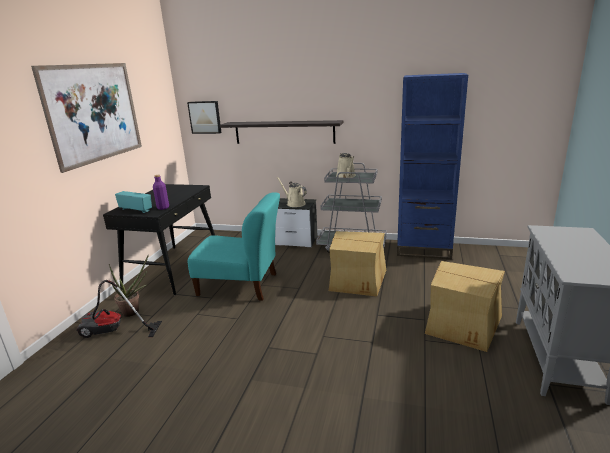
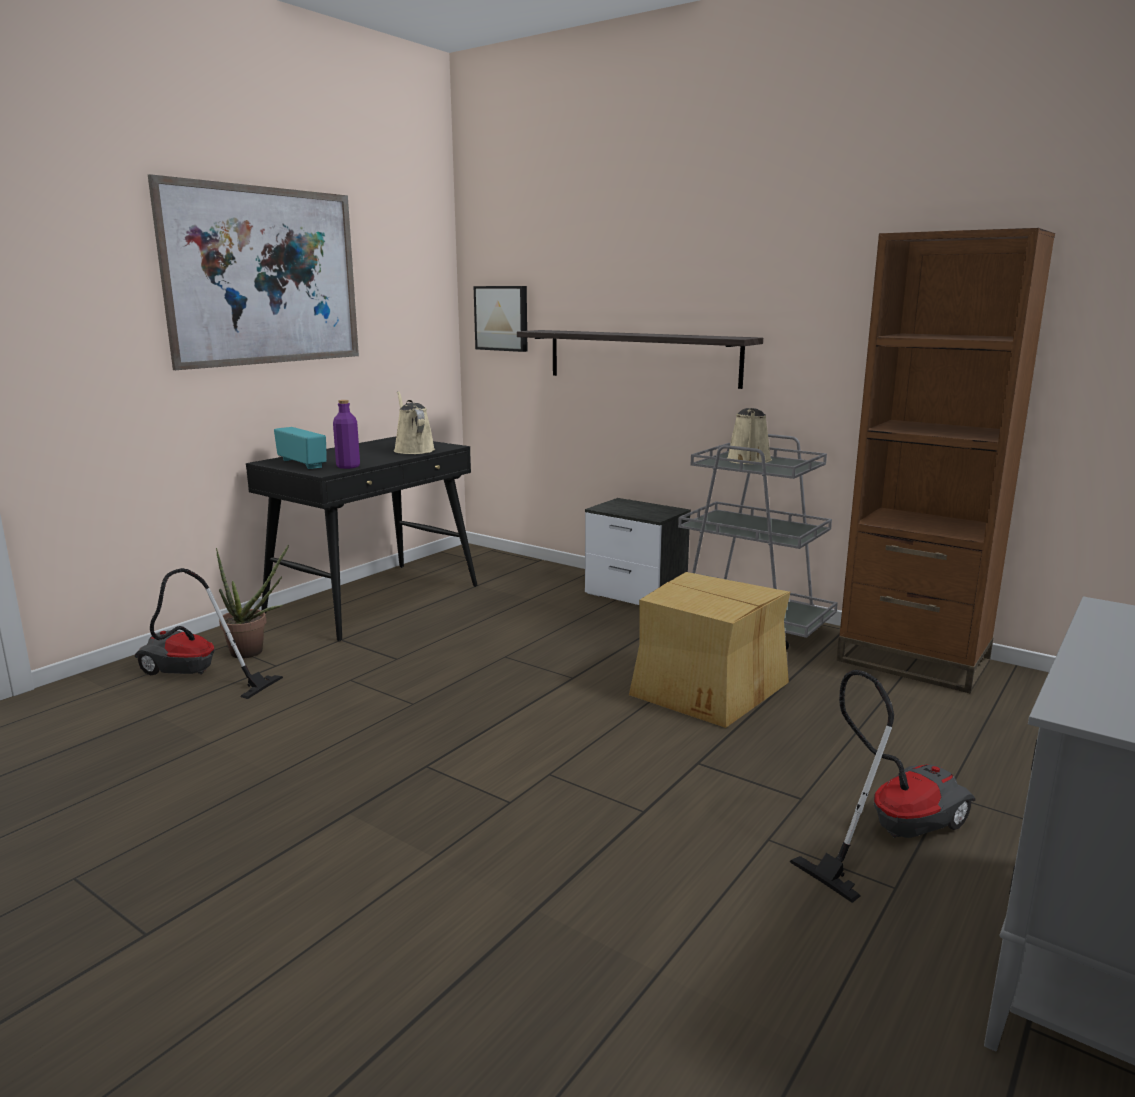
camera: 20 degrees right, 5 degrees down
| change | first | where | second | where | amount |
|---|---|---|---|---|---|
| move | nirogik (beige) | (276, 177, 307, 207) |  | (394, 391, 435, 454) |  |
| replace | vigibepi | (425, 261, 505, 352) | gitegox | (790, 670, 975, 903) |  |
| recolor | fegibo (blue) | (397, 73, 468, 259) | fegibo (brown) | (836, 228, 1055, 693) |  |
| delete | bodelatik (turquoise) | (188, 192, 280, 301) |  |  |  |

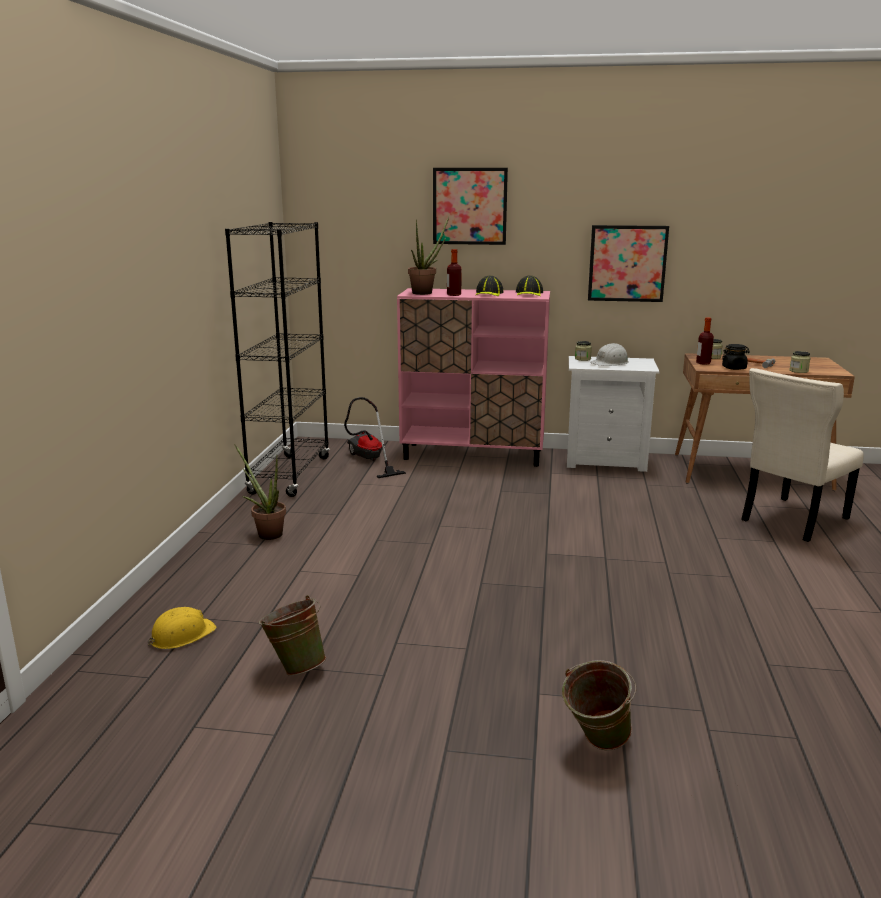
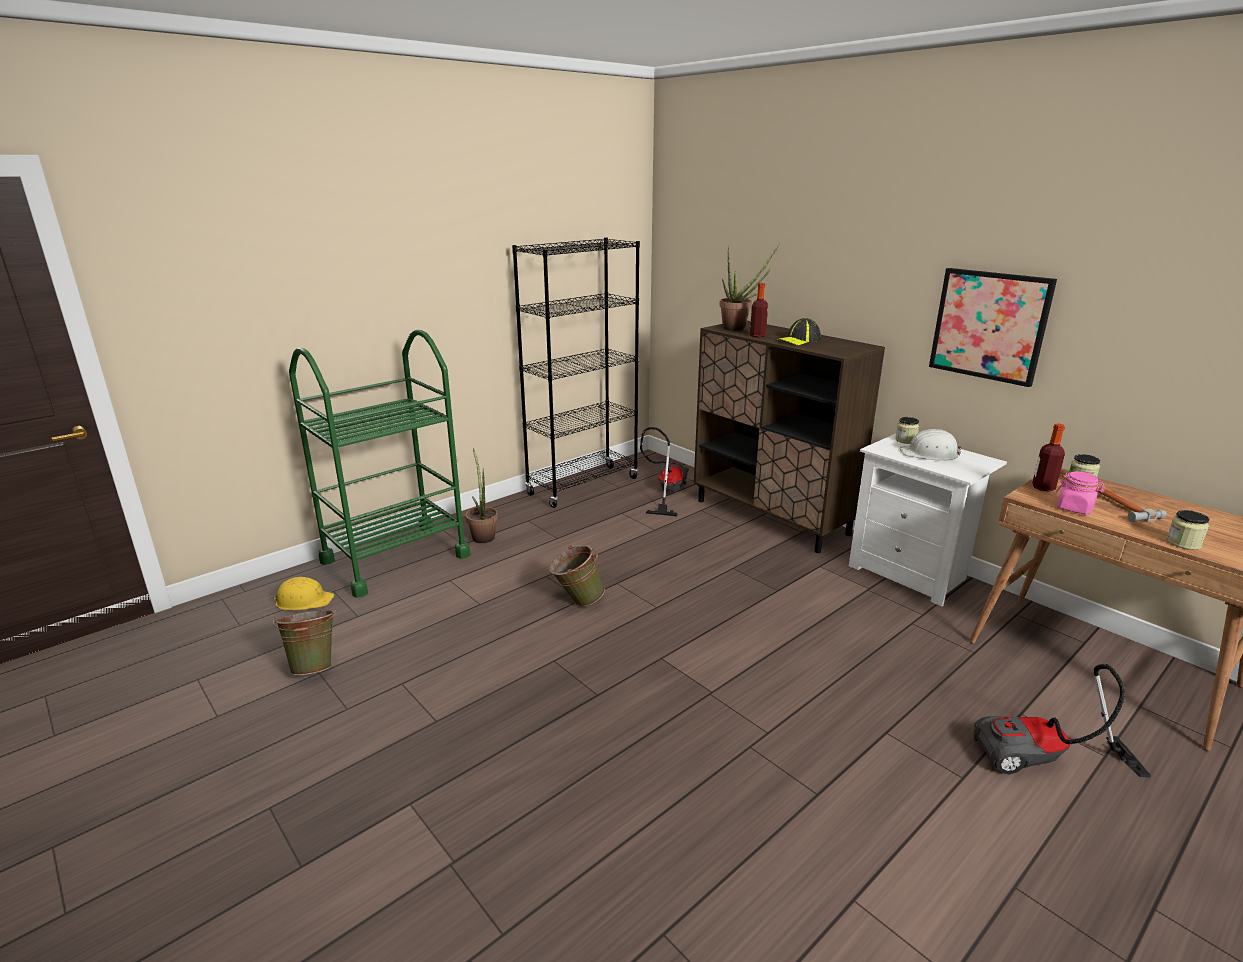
camera: 40 degrees right, 5 degrees up
| change | first | where | second | where | amount |
|---|---|---|---|---|---|
| insert |  |  | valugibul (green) | (289, 330, 471, 598) |  |
| move | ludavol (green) | (562, 660, 636, 751) |  | (549, 545, 605, 607) |  |
| recolor | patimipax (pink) | (397, 288, 550, 467) | patimipax (brown) | (694, 321, 885, 553) |  |
| replace | bodelatik (beige) | (741, 368, 864, 542) | gitegox | (974, 664, 1151, 778) |  |
| recolor | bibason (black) | (722, 344, 750, 370) | bibason (pink) | (1056, 471, 1105, 514) |  |
| delete | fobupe | (433, 168, 508, 245) |  |  |  |
| delete | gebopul | (516, 275, 543, 296) |  |  |  |

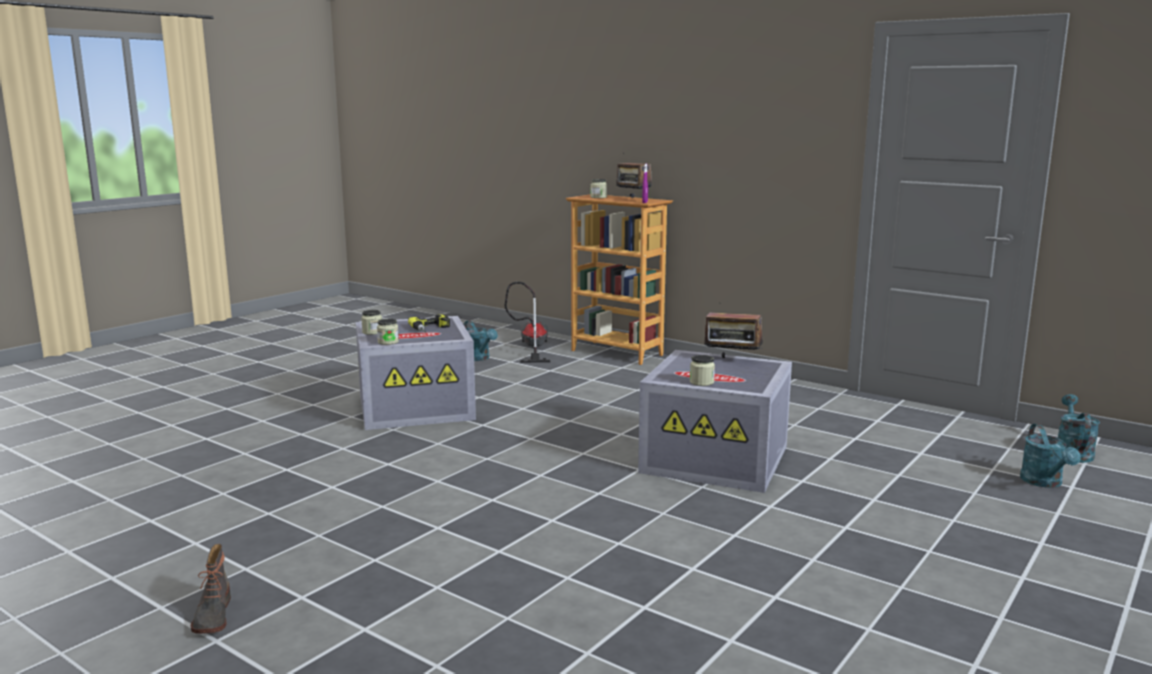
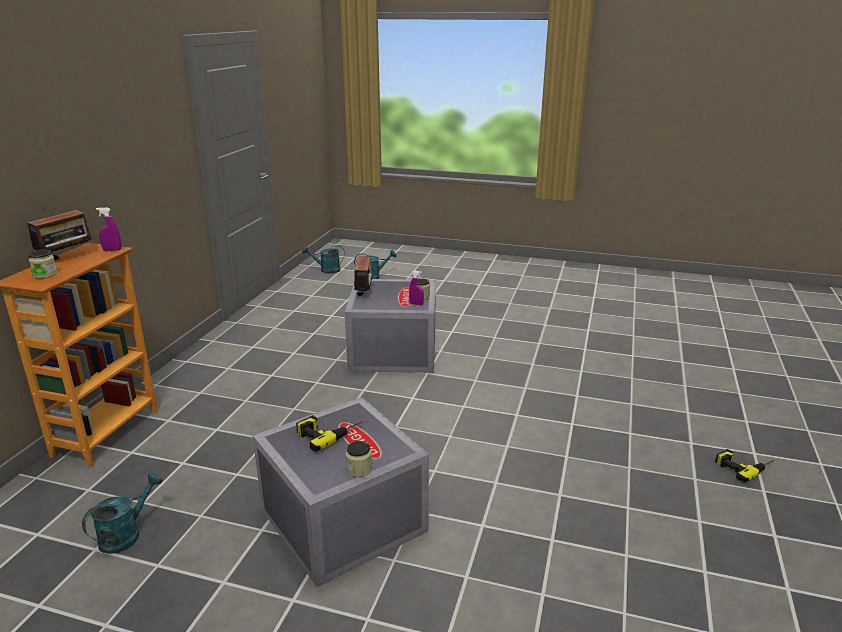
camera: 110 degrees left, 10 degrees up
| change | first | where | second | where | amount |
|---|---|---|---|---|---|
| insert |  |  | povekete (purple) | (409, 270, 424, 305) |  |
| replace | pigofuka | (191, 544, 231, 634) | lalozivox | (715, 449, 774, 483) |  |
| delete | bibason | (377, 319, 399, 345) |  |  |  |
| delete | gitegox | (504, 282, 551, 363) |  |  |  |

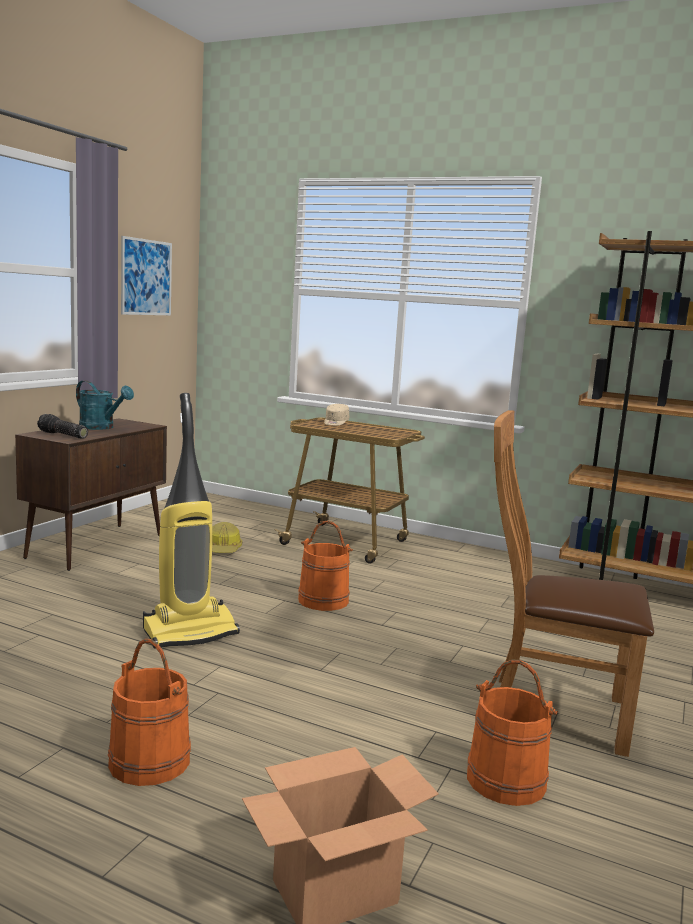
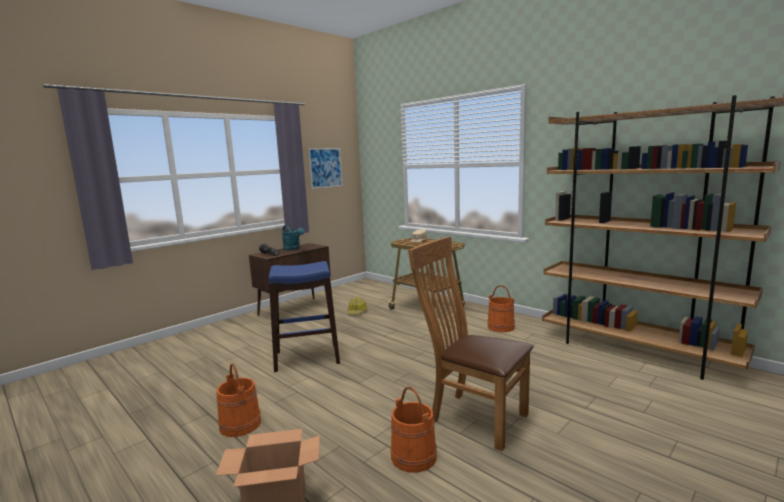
camera: 20 degrees right, 0 degrees up
| change | first | where | second | where | amount |
|---|---|---|---|---|---|
| replace | gitegox | (143, 393, 240, 649) | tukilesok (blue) | (269, 261, 340, 372) |  |
| move | ludavol (orange) | (298, 520, 353, 611) |  | (487, 285, 515, 332) |  |

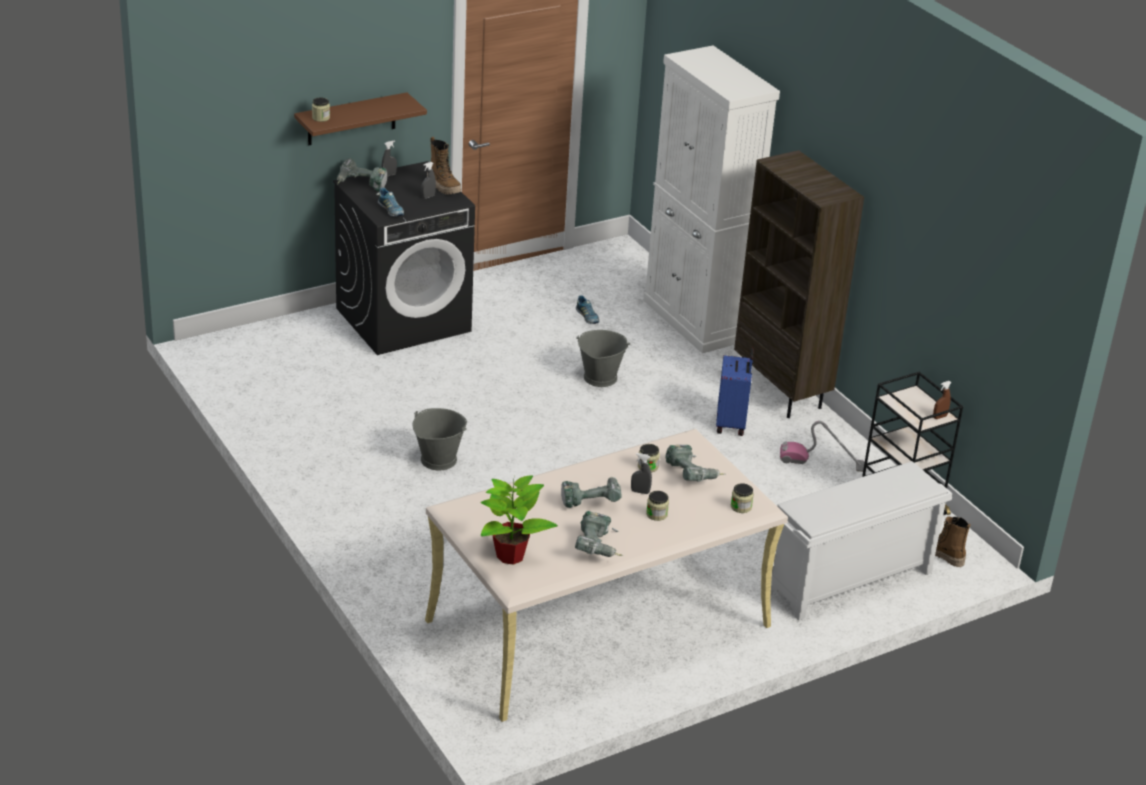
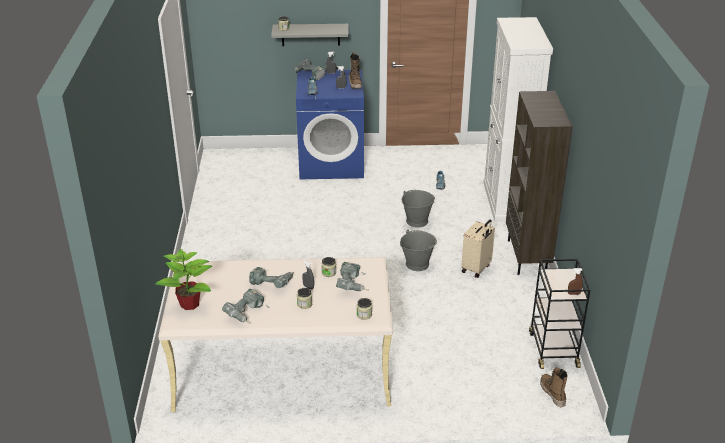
camera: 30 degrees right, 0 degrees up
| change | first | where | second | where | amount |
|---|---|---|---|---|---|
| recolor | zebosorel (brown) | (294, 92, 427, 145) | zebosorel (grey) | (271, 24, 349, 46) |  |
| recolor | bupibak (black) | (333, 161, 475, 355) | bupibak (blue) | (296, 70, 364, 179) |  |
| move | ludavol (grey) | (413, 408, 467, 470) |  | (400, 230, 437, 271) |  |
| recolor | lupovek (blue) | (716, 348, 754, 436) | lupovek (beige) | (461, 219, 495, 278) |  |
| delete | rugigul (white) | (771, 461, 952, 620) |  |  |  |
| delete | gitegox | (780, 421, 864, 472) |  |  |  |

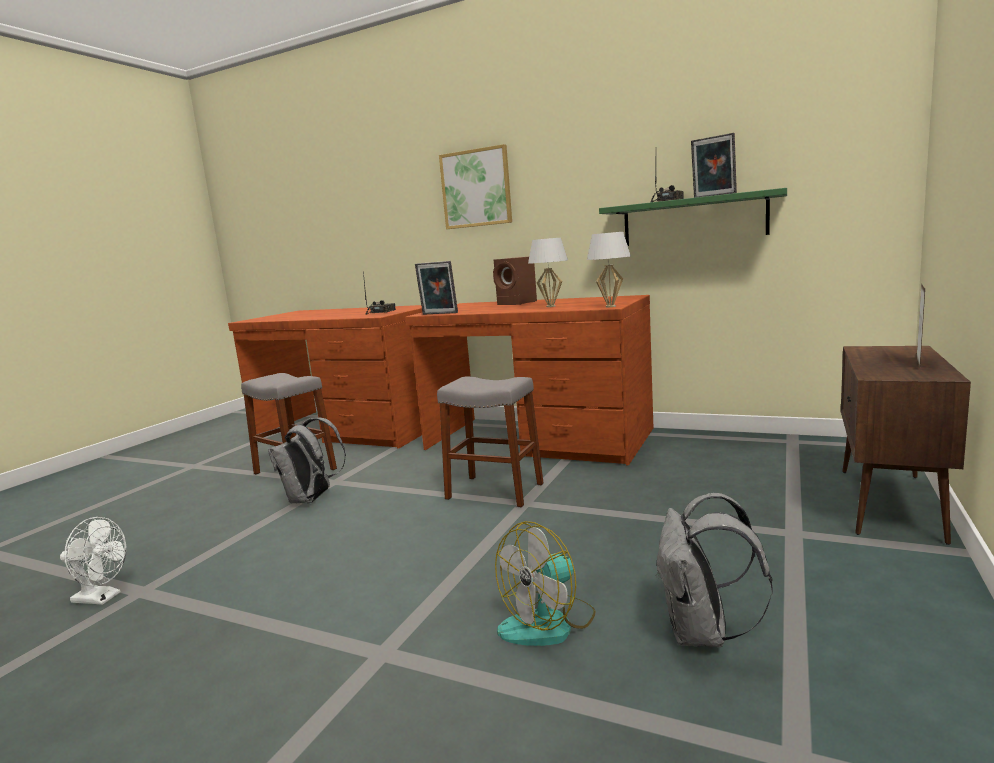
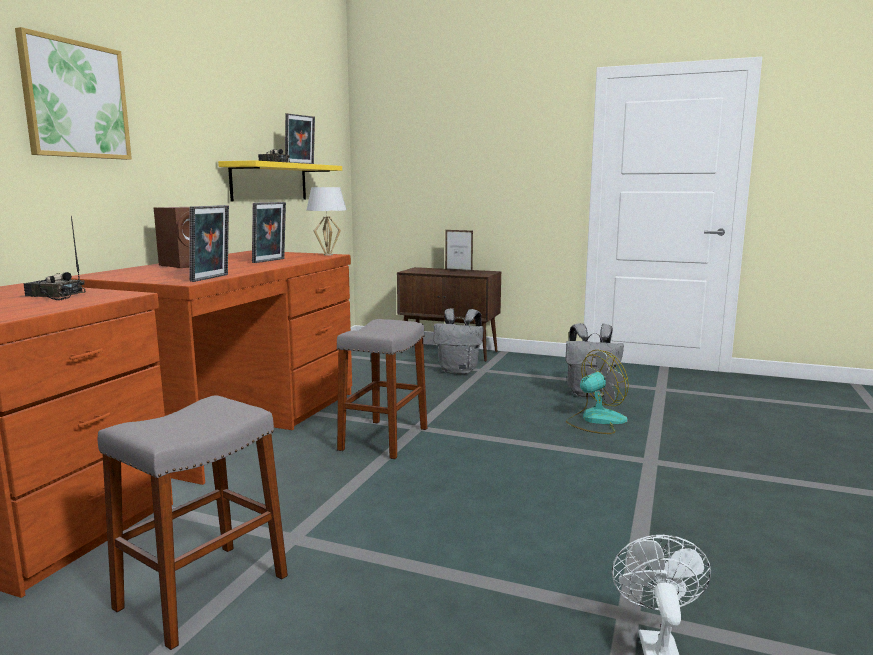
camera: 95 degrees left, 0 degrees up
| change | first | where | second | where | amount |
|---|---|---|---|---|---|
| recolor | zebosorel (green) | (599, 188, 787, 246) | zebosorel (yellow) | (218, 160, 342, 202) |  |
| replace | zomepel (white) | (528, 238, 568, 307) | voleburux | (252, 202, 286, 263) |  |
| move | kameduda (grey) | (268, 417, 346, 503) |  | (434, 308, 484, 374) |  |
| rotate | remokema | (495, 521, 595, 646) |  | (566, 350, 629, 434) | 75 degrees counterclockwise |

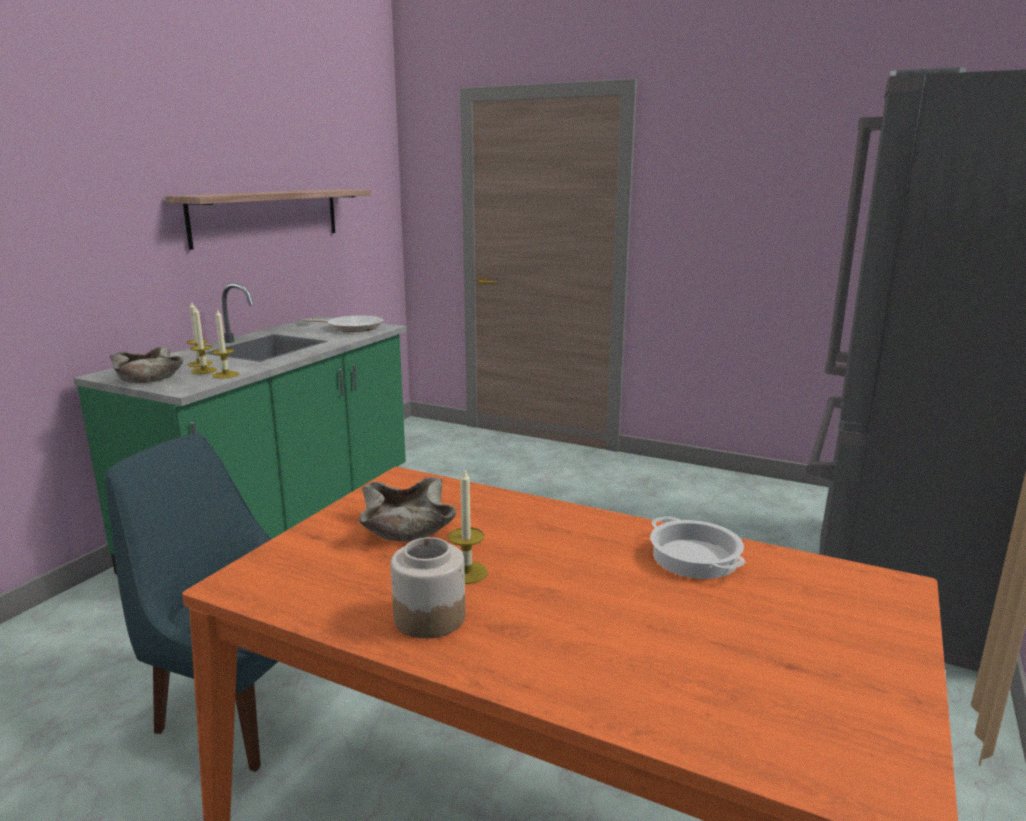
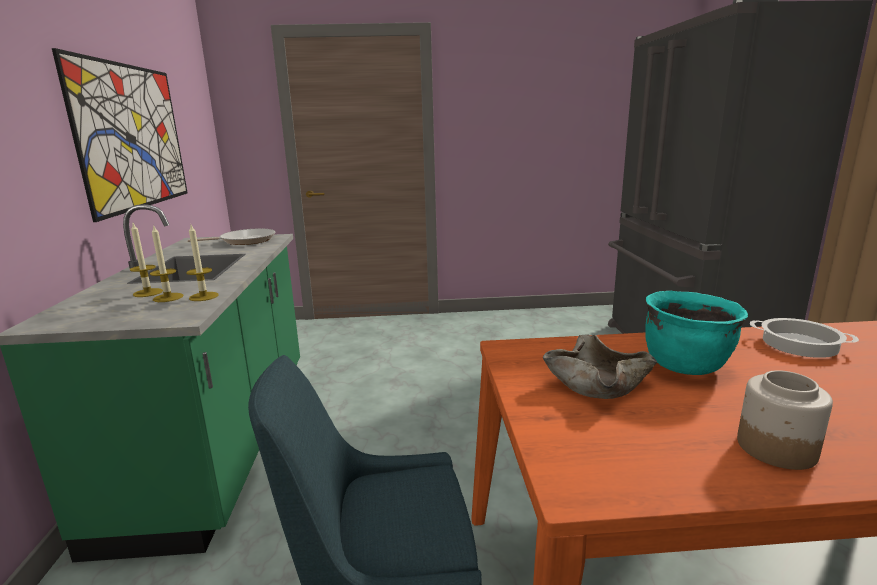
camera: 30 degrees left, 0 degrees up
| change | first | where | second | where | amount |
|---|---|---|---|---|---|
| replace | zebosorel | (165, 189, 371, 250) | fobupe | (52, 48, 188, 222) |  |
| insert |  |  | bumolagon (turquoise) | (645, 291, 748, 375) |  |
| delete | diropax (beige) | (109, 347, 183, 383) |  |  |  |
| delete | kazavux | (448, 468, 488, 584) |  |  |  |

